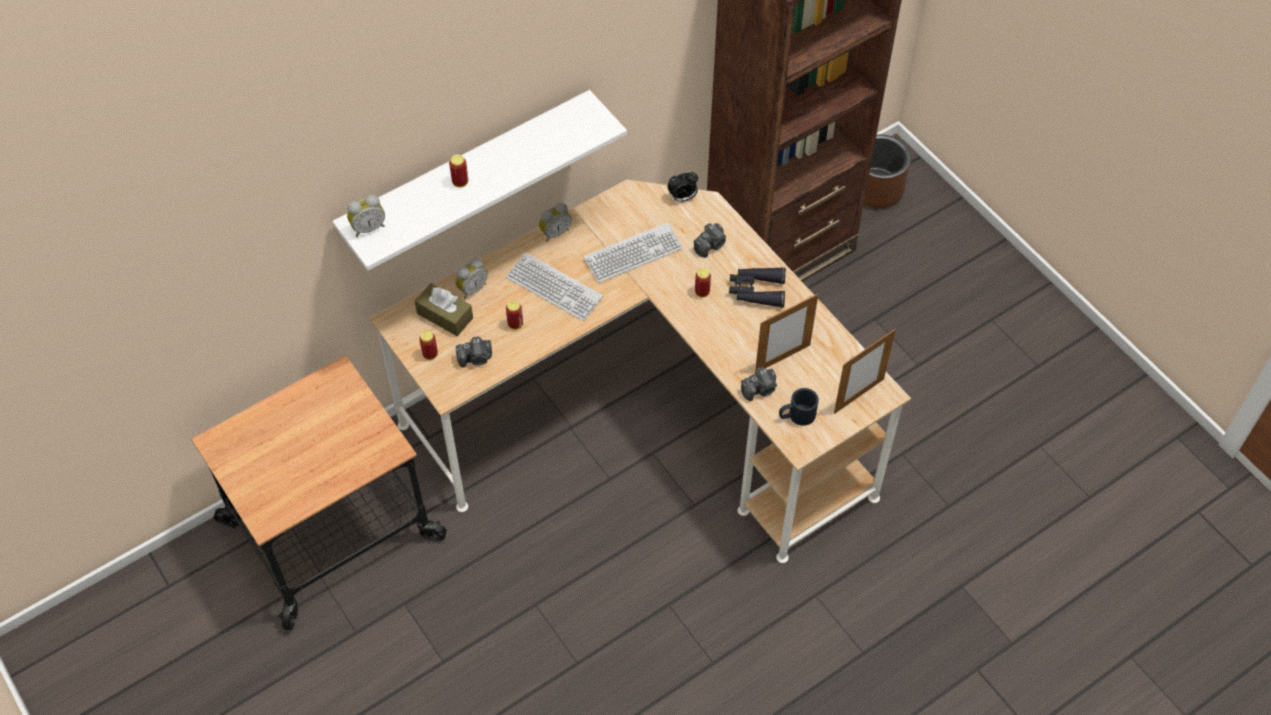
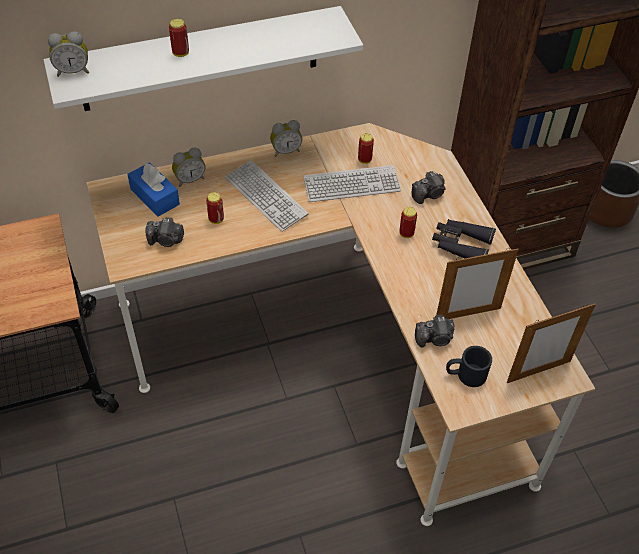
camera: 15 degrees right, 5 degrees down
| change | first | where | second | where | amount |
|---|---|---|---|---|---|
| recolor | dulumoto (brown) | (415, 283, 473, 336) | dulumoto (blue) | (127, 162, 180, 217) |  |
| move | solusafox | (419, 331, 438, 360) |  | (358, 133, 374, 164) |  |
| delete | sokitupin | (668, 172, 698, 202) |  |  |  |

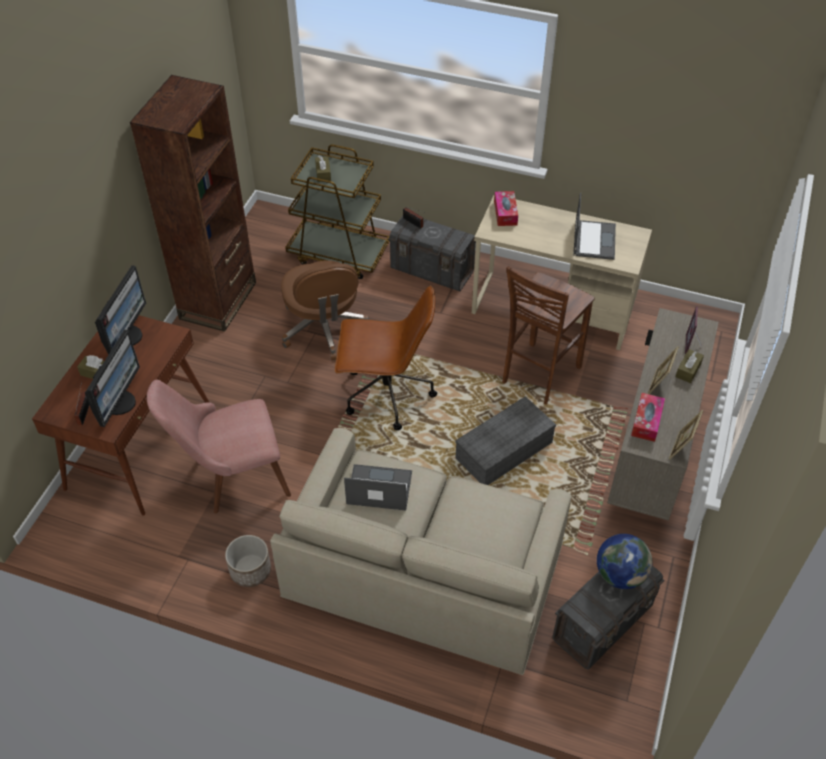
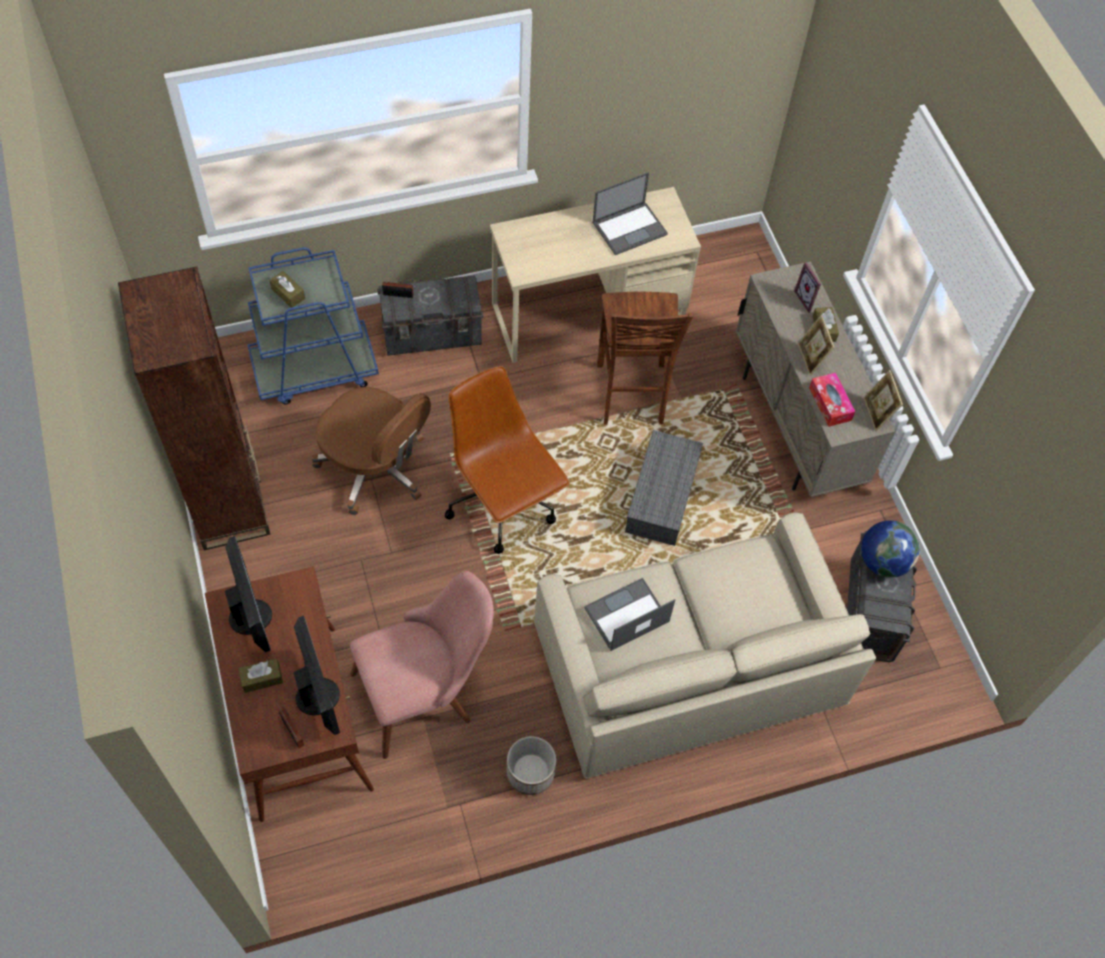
camera: 40 degrees left, 10 degrees up
| change | first | where | second | where | amount |
|---|---|---|---|---|---|
| recolor | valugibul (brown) | (285, 144, 390, 279) | valugibul (blue) | (247, 247, 379, 405) |  |
| rotate | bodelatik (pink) | (147, 380, 291, 513) |  | (350, 571, 494, 759) | 150 degrees counterclockwise |
| rotate | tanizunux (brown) | (335, 285, 437, 430) |  | (445, 366, 570, 554) | 90 degrees counterclockwise |
| rotate | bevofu | (573, 192, 616, 260) |  | (593, 172, 668, 255) | 90 degrees clockwise |
| delete | dulumoto | (494, 191, 518, 226) |  |  |  |

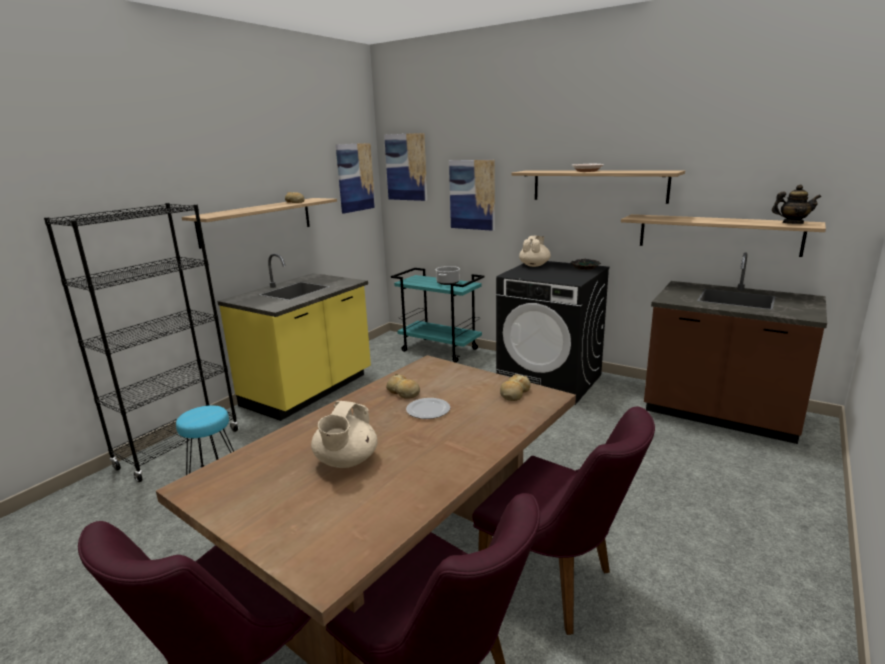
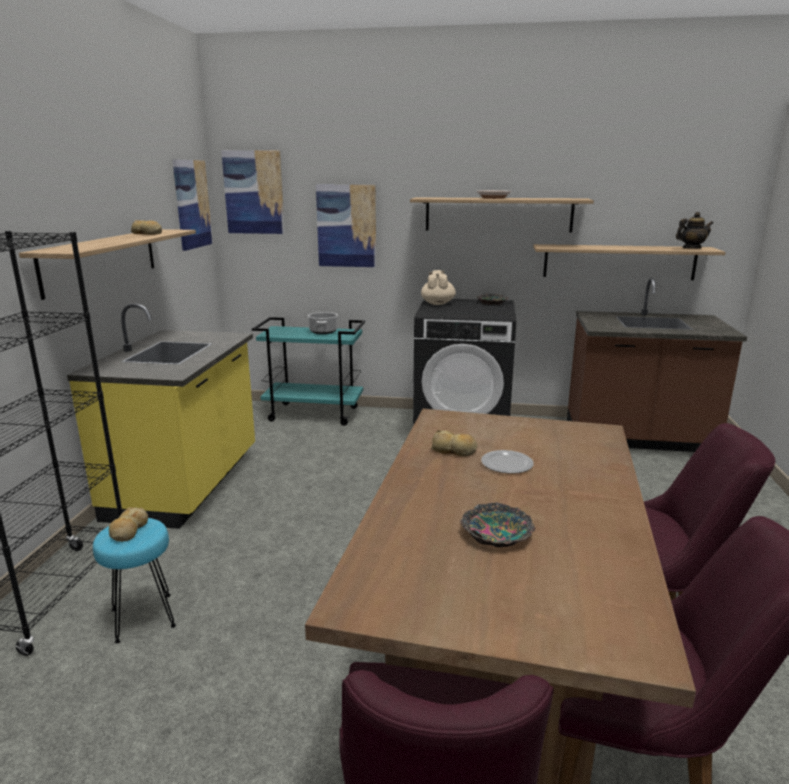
camera: 25 degrees left, 0 degrees up
| change | first | where | second | where | amount |
|---|---|---|---|---|---|
| move | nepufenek | (500, 374, 531, 401) |  | (109, 507, 148, 542) |  |
| replace | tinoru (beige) | (311, 401, 378, 468) | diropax | (460, 502, 536, 547) |  |

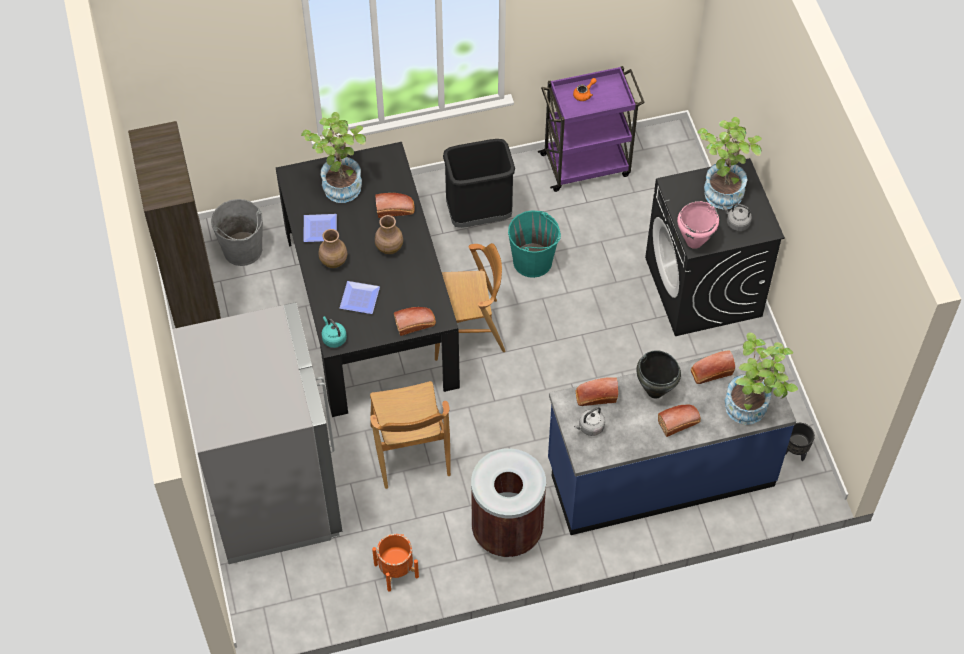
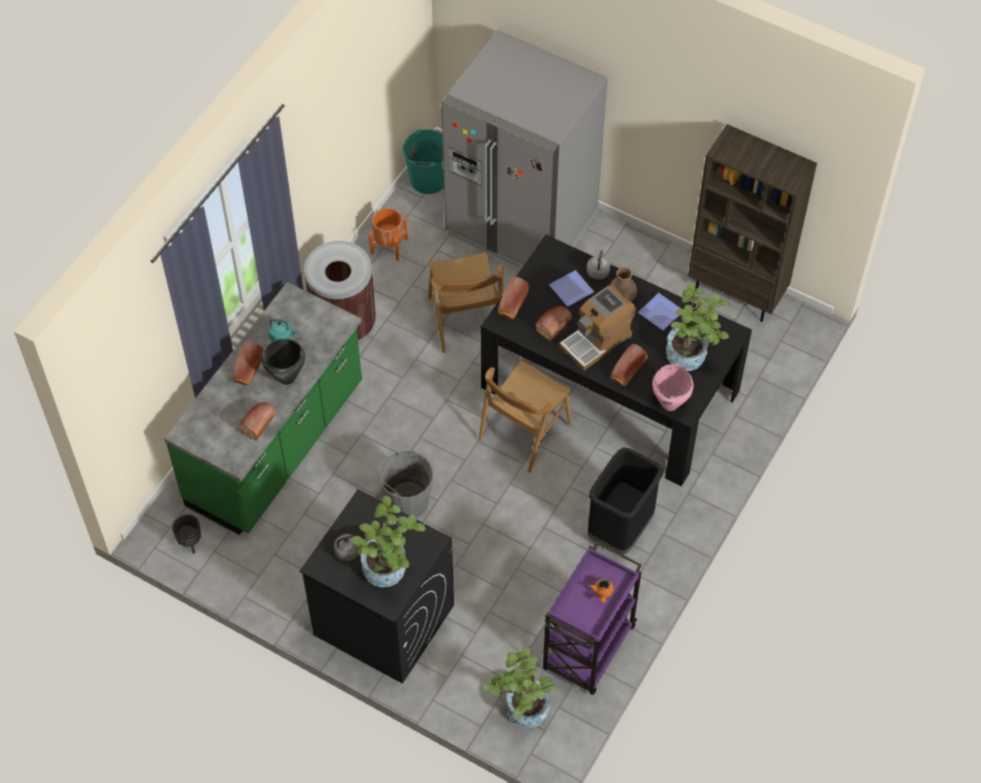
camera: 135 degrees right, 0 degrees up
| change | first | where | second | where | amount |
|---|---|---|---|---|---|
| recolor | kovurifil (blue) | (548, 345, 796, 535) | kovurifil (green) | (164, 282, 362, 535) |  |
| move | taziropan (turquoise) | (321, 316, 347, 348) |  | (268, 319, 298, 341) |  |
| move | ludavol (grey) | (211, 199, 263, 266) |  | (377, 451, 433, 518) |  |
| move | ludavol (turquoise) | (508, 210, 561, 278) |  | (402, 129, 444, 194) |  |
| rotate | bodelatik (brown) | (370, 381, 451, 489) |  | (428, 252, 504, 353) | 135 degrees counterclockwise |
| move | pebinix | (725, 333, 798, 425) |  | (484, 648, 556, 728) |  |
| move | nepufenek | (576, 377, 618, 406) |  | (536, 306, 572, 341) |  |
| replace | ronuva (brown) | (375, 215, 403, 254) | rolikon | (559, 284, 636, 371) |  |
| move | taziropan (grey) | (574, 407, 605, 436) |  | (587, 249, 610, 280) |  |
| move | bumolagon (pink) | (677, 201, 719, 249) |  | (652, 364, 694, 411) |  |

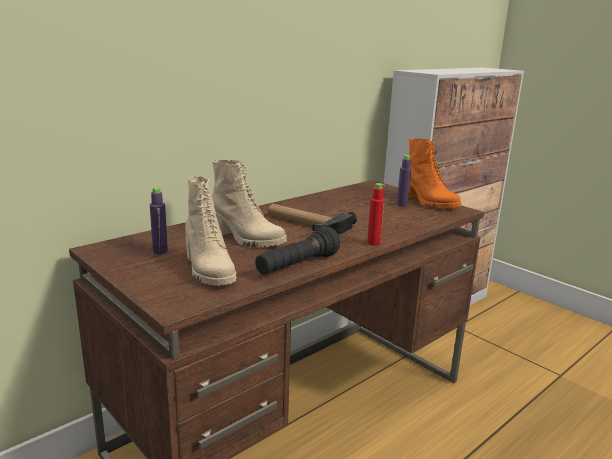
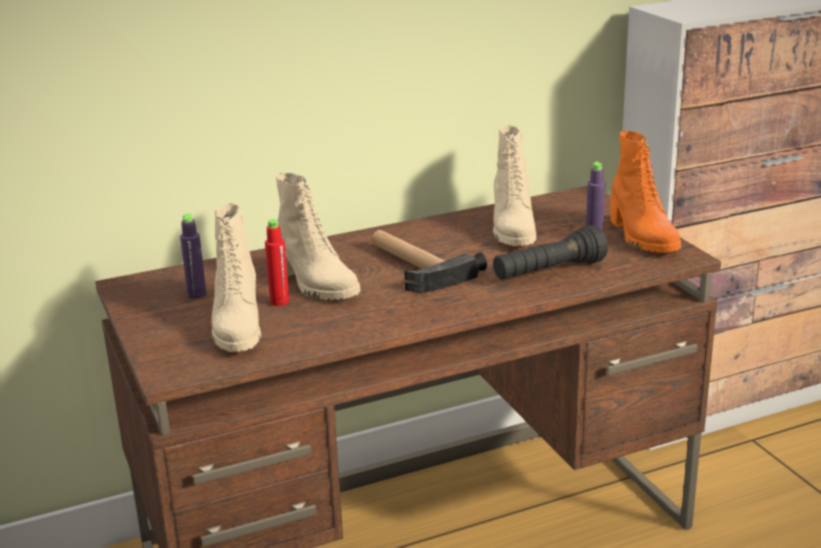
camera: 20 degrees right, 5 degrees up
| change | first | where | second | where | amount |
|---|---|---|---|---|---|
| move | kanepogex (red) | (367, 183, 385, 246) |  | (265, 219, 289, 306) |  |
| insert |  |  | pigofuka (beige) | (493, 126, 536, 246) |  |
| move | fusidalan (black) | (255, 226, 340, 275) |  | (493, 225, 608, 279) |  |

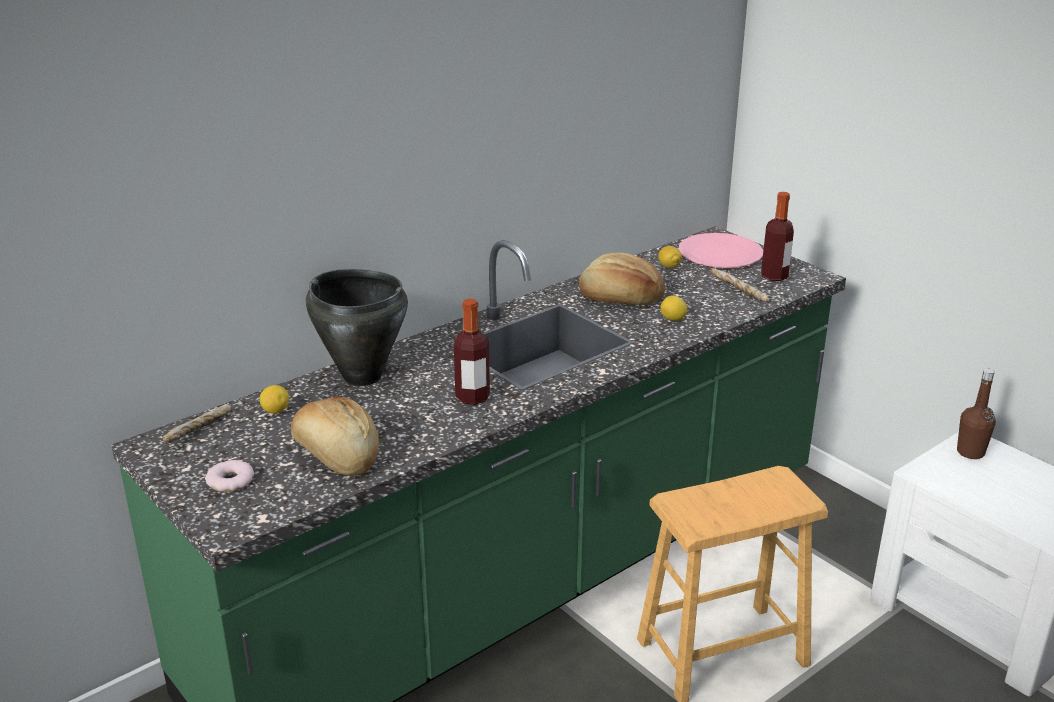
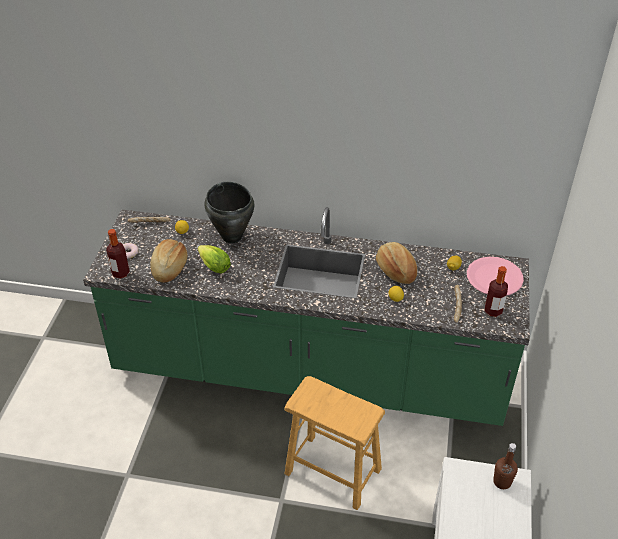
camera: 50 degrees right, 15 degrees up
| change | first | where | second | where | amount |
|---|---|---|---|---|---|
| move | kanepogex | (454, 299, 490, 405) |  | (106, 229, 130, 279) |  |
| insert |  |  | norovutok | (198, 245, 231, 273) |  |

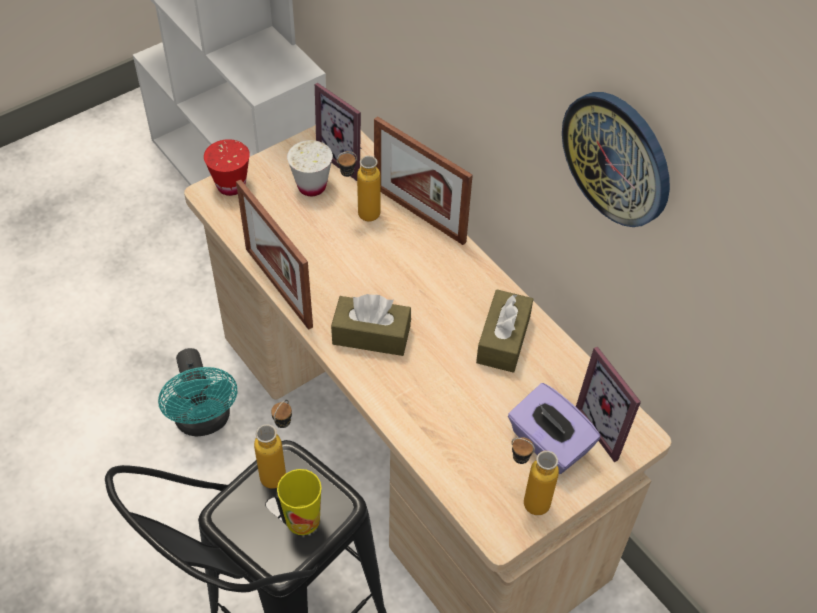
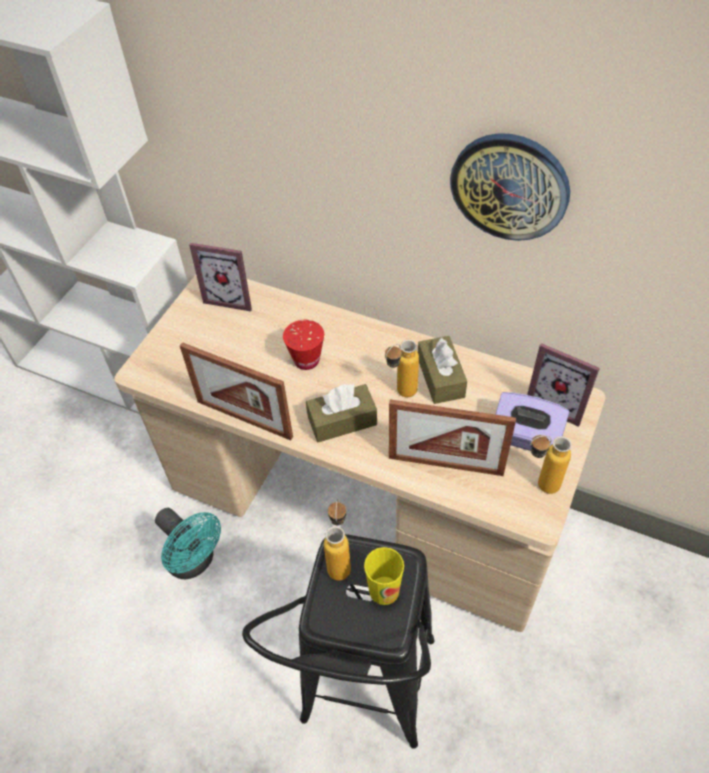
camera: 25 degrees left, 0 degrees up
| change | first | where | second | where | amount |
|---|---|---|---|---|---|
| move | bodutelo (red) | (204, 139, 250, 196) |  | (283, 320, 324, 370) |  |
| move | kanepogex | (337, 151, 380, 222) |  | (385, 340, 419, 397) |  |
| move | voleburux | (374, 116, 473, 245) |  | (389, 400, 516, 476) |  |
| delete | bodutelo (white) | (287, 140, 333, 196) |  |  |  |

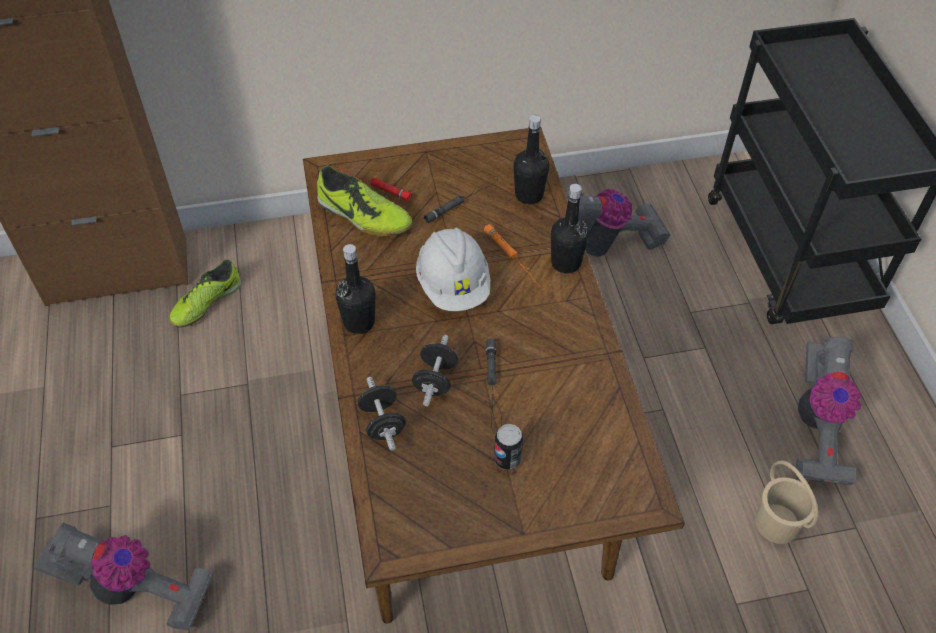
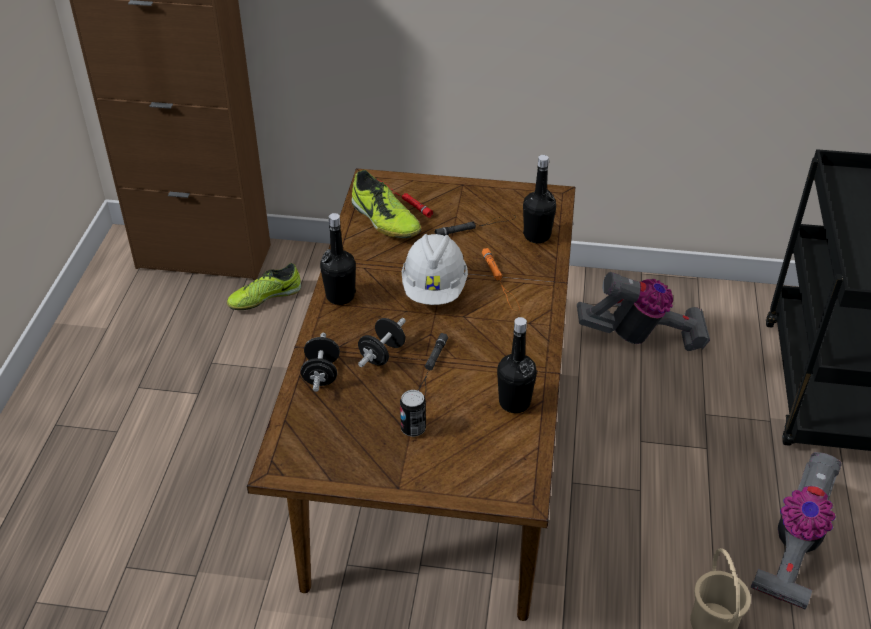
camera: 20 degrees right, 10 degrees down
| change | first | where | second | where | amount |
|---|---|---|---|---|---|
| move | kanepogex (black) | (551, 184, 589, 274) |  | (497, 317, 537, 413) |  |
| delete | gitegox | (34, 523, 214, 632) |  |  |  |

